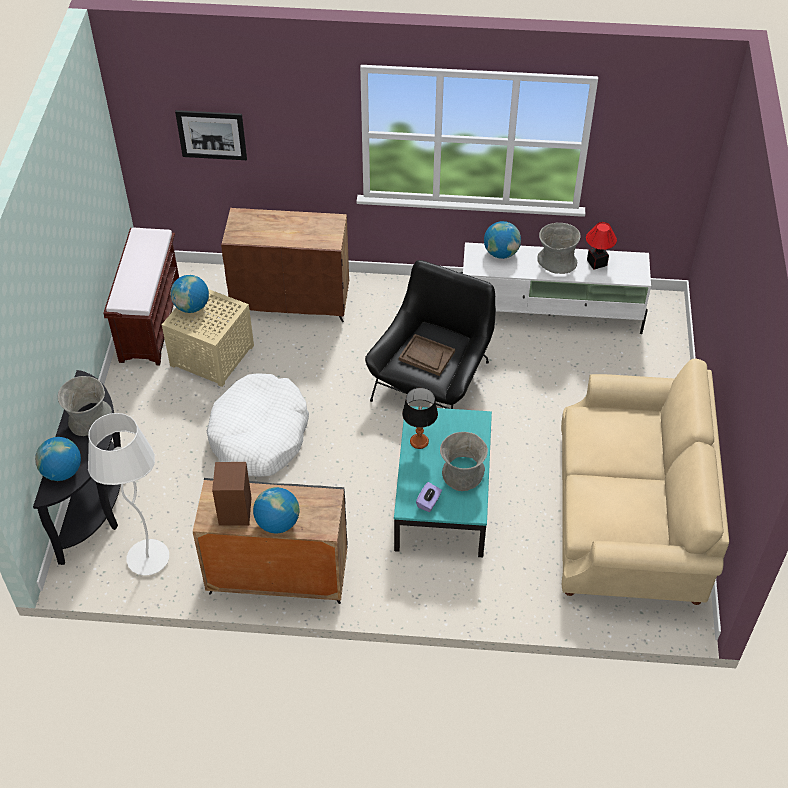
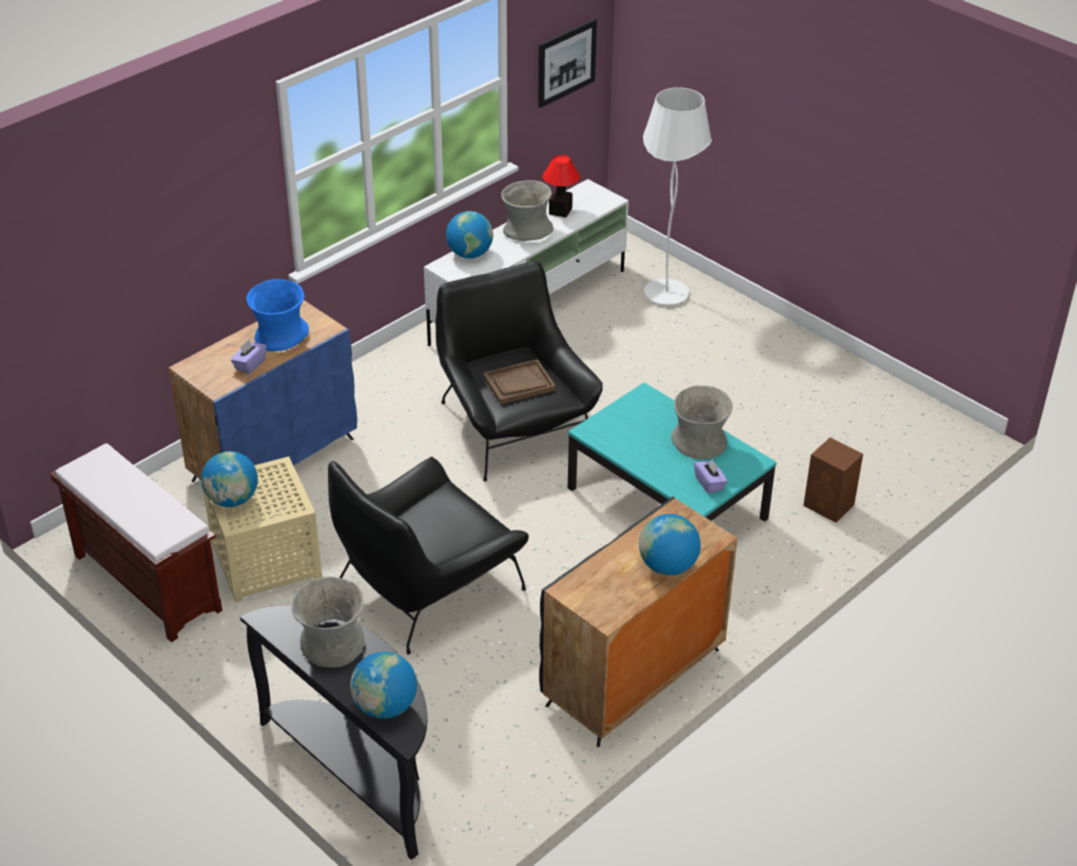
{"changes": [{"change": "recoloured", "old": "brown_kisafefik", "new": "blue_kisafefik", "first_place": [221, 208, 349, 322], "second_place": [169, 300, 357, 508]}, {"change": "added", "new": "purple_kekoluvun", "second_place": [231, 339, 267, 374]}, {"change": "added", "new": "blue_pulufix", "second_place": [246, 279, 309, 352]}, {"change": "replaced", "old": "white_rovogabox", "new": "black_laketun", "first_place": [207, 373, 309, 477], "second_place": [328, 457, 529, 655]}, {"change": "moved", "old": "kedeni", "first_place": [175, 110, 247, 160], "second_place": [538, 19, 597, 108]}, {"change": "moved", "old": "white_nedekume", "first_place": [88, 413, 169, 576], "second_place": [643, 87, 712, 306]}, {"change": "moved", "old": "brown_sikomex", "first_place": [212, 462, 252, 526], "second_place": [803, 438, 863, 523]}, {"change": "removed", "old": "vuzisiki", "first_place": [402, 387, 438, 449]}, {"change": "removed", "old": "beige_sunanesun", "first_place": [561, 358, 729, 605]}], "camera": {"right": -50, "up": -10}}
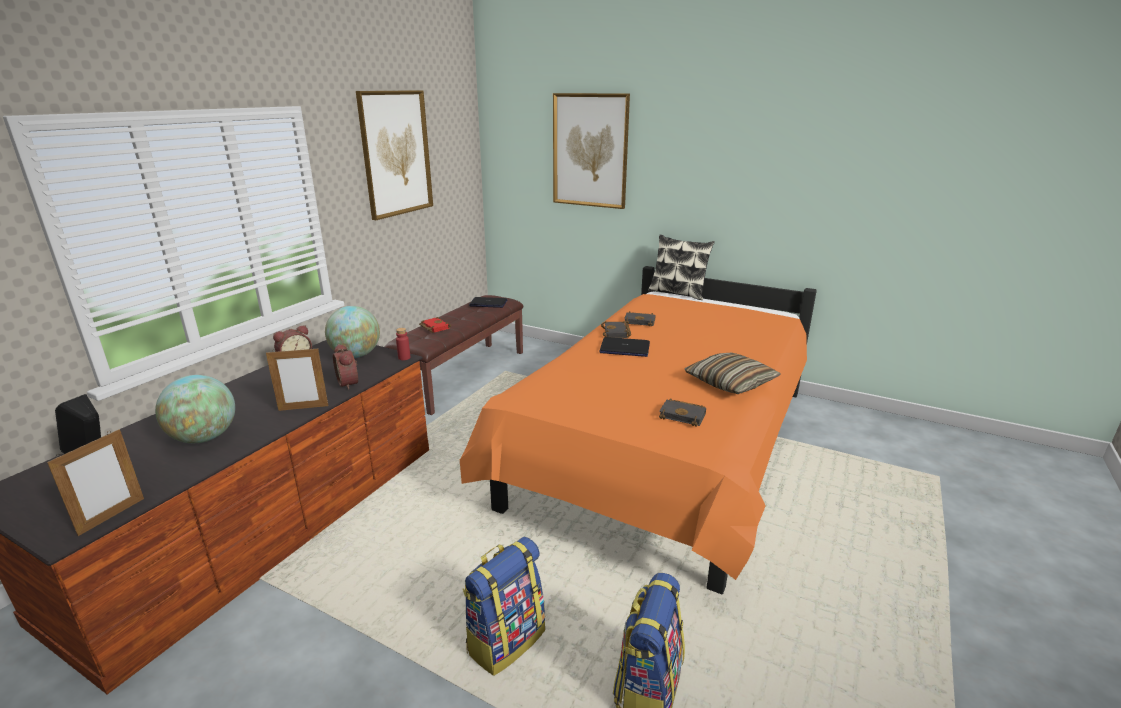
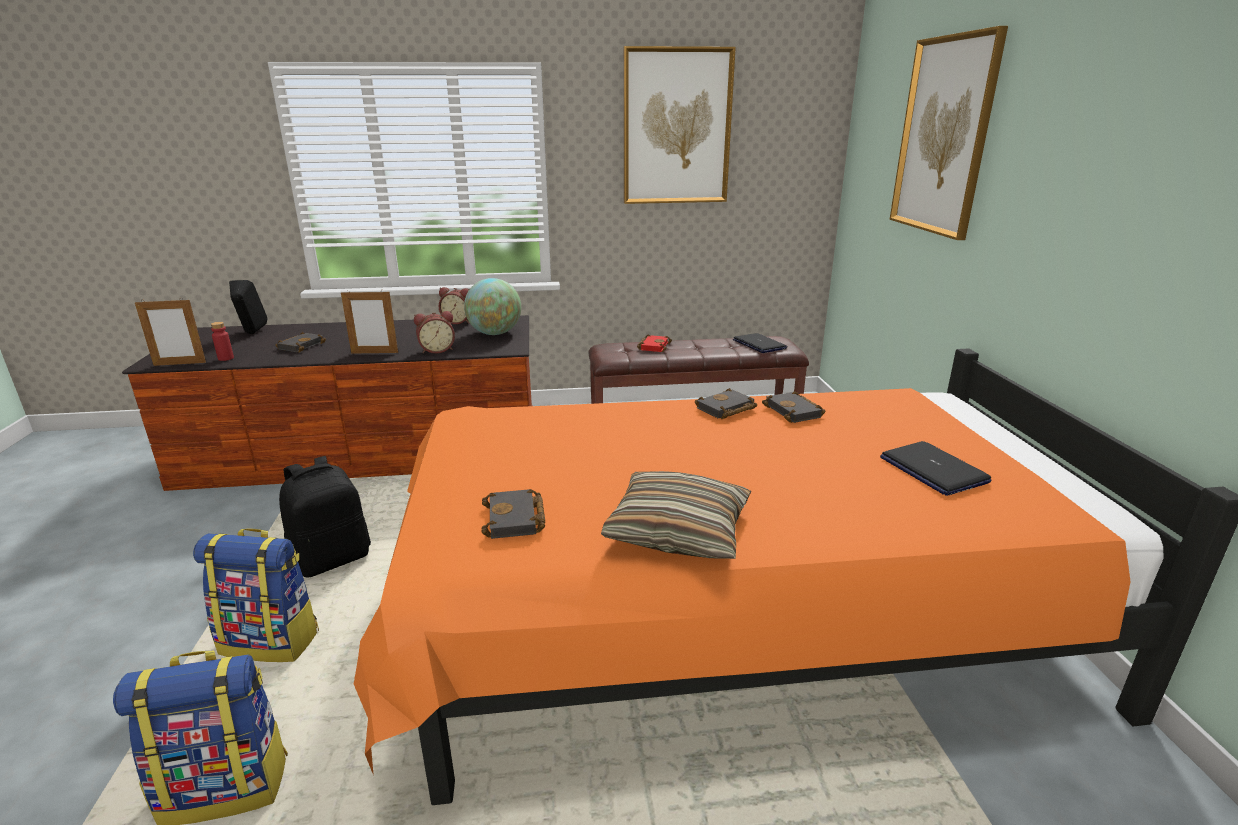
{"changes": [{"change": "moved", "old": "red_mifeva", "first_place": [396, 328, 410, 360], "second_place": [211, 322, 234, 361]}, {"change": "replaced", "old": "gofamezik", "new": "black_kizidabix", "first_place": [155, 375, 235, 443], "second_place": [275, 332, 326, 352]}, {"change": "added", "new": "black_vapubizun", "second_place": [279, 456, 371, 578]}, {"change": "turned", "old": "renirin", "first_place": [266, 347, 329, 411], "second_place": [341, 290, 398, 354], "degrees": -45}, {"change": "turned", "old": "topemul", "first_place": [333, 344, 358, 390], "second_place": [414, 311, 455, 354], "degrees": -135}, {"change": "moved", "old": "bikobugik", "first_place": [599, 337, 650, 357], "second_place": [880, 441, 992, 496]}, {"change": "removed", "old": "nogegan", "first_place": [648, 235, 715, 300]}], "camera": {"right": 55, "up": 0}}
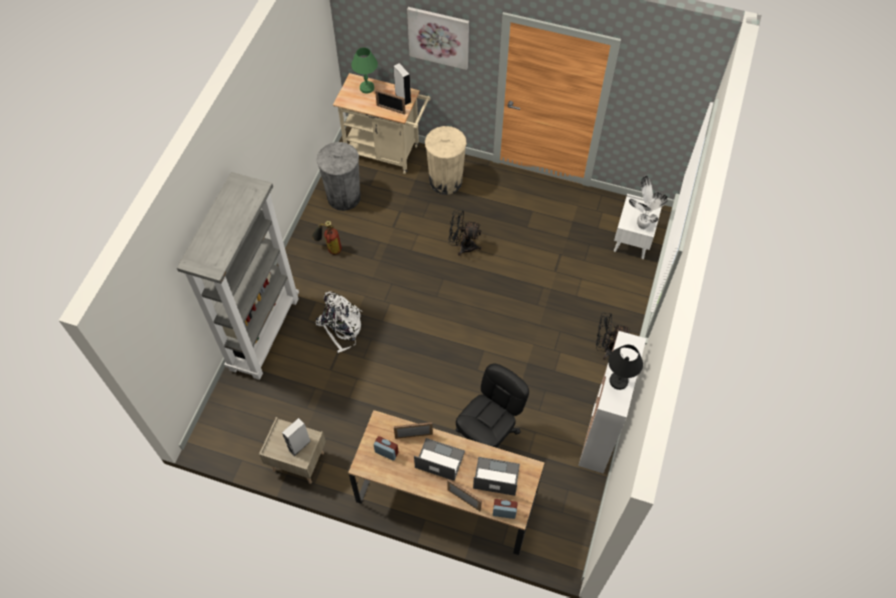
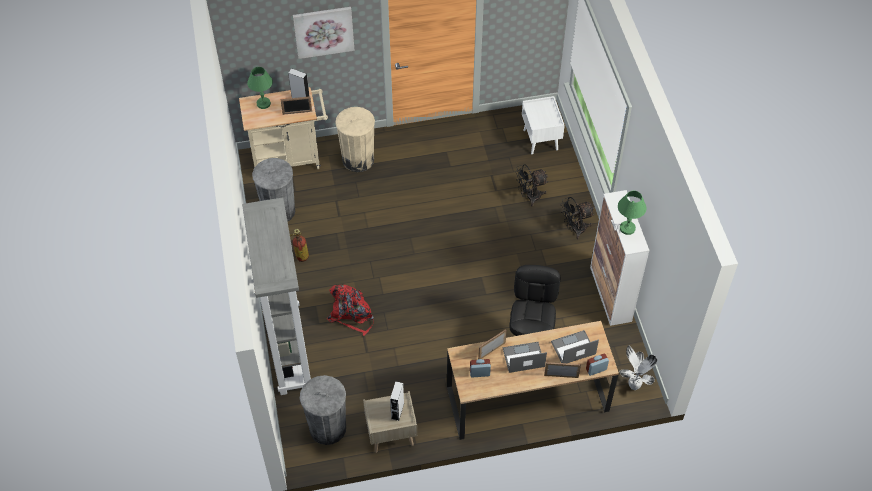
{"changes": [{"change": "added", "new": "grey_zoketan", "second_place": [300, 375, 346, 445]}, {"change": "recoloured", "old": "white_vapubizun", "new": "red_vapubizun", "first_place": [316, 291, 363, 353], "second_place": [327, 284, 374, 336]}, {"change": "moved", "old": "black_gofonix", "first_place": [448, 210, 482, 256], "second_place": [515, 164, 548, 206]}, {"change": "recoloured", "old": "black_vuzisiki", "new": "green_vuzisiki", "first_place": [608, 344, 643, 390], "second_place": [618, 191, 646, 235]}, {"change": "moved", "old": "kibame", "first_place": [629, 175, 668, 229], "second_place": [619, 345, 657, 390]}], "camera": {"right": -30, "up": -5}}
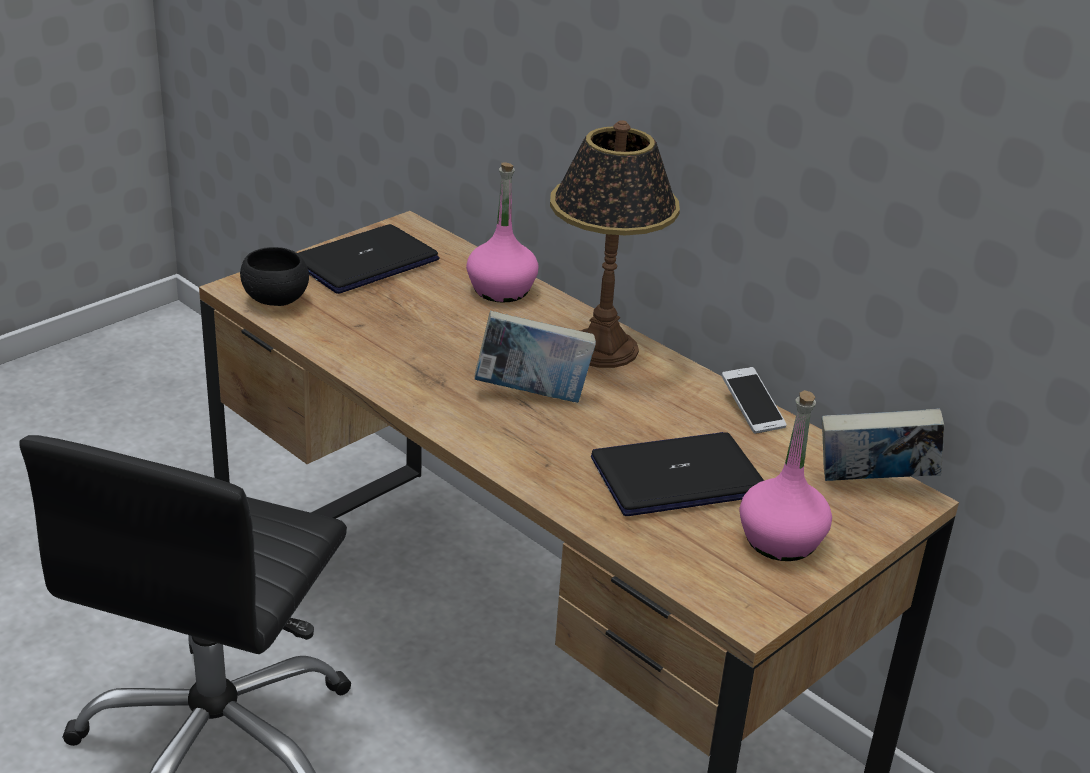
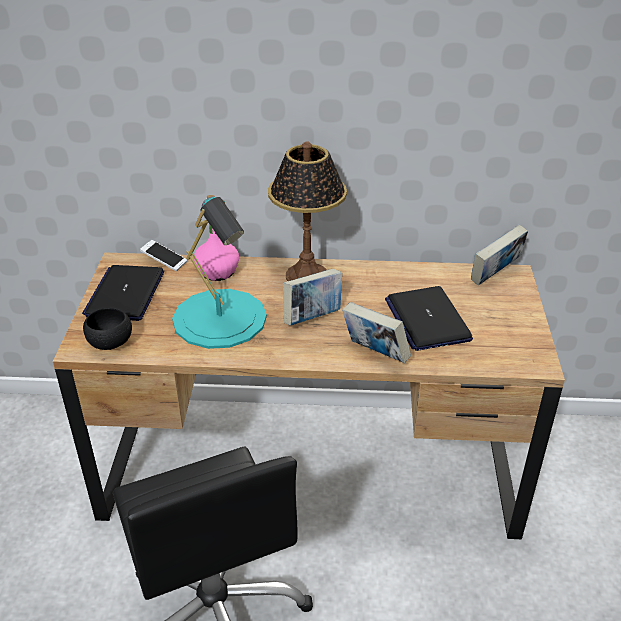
{"changes": [{"change": "moved", "old": "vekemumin", "first_place": [721, 367, 787, 434], "second_place": [140, 240, 187, 271]}, {"change": "added", "new": "turquoise_vuzisiki", "second_place": [172, 196, 267, 349]}, {"change": "added", "new": "kizidabix", "second_place": [342, 302, 411, 363]}, {"change": "turned", "old": "bikobugik", "first_place": [591, 432, 764, 516], "second_place": [385, 286, 473, 351], "degrees": -45}, {"change": "removed", "old": "pink_mifeva", "first_place": [739, 390, 832, 561]}], "camera": {"right": -40, "up": 5}}
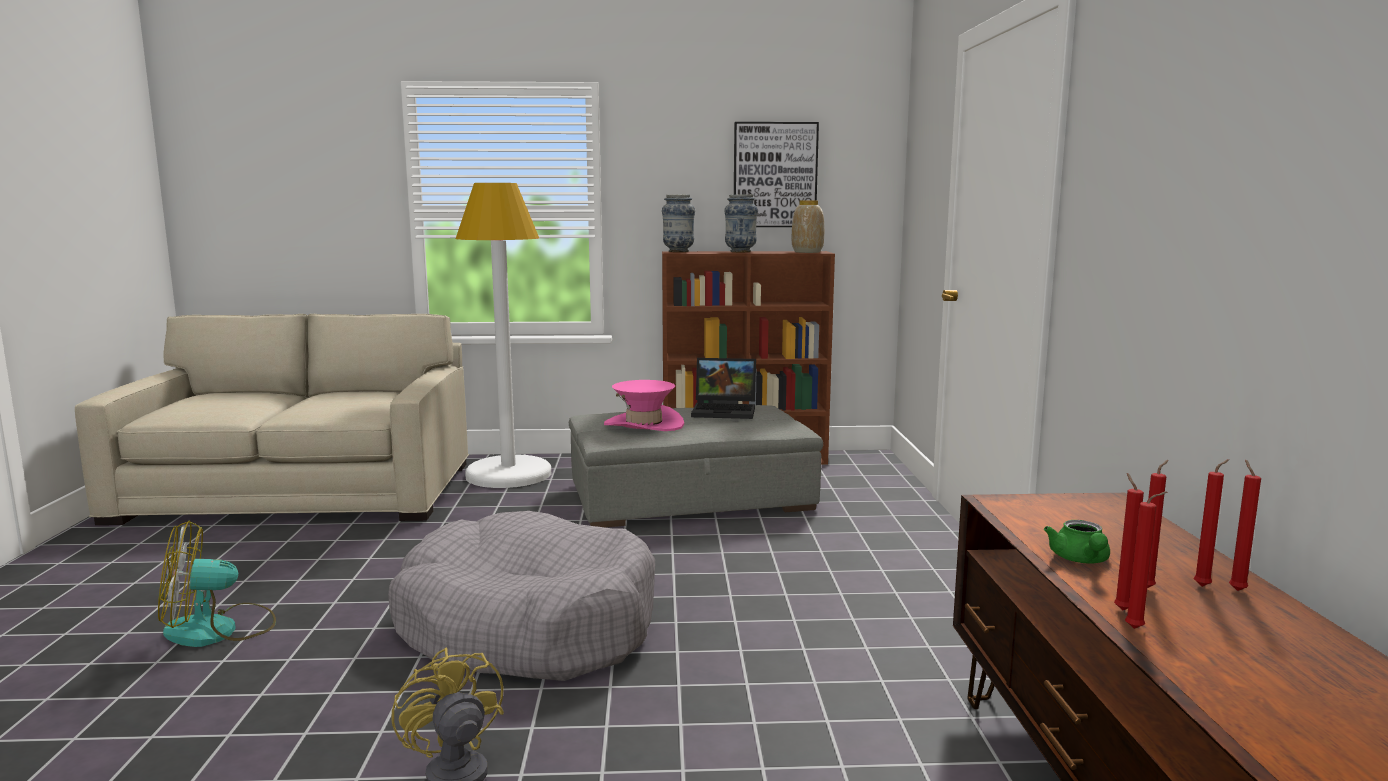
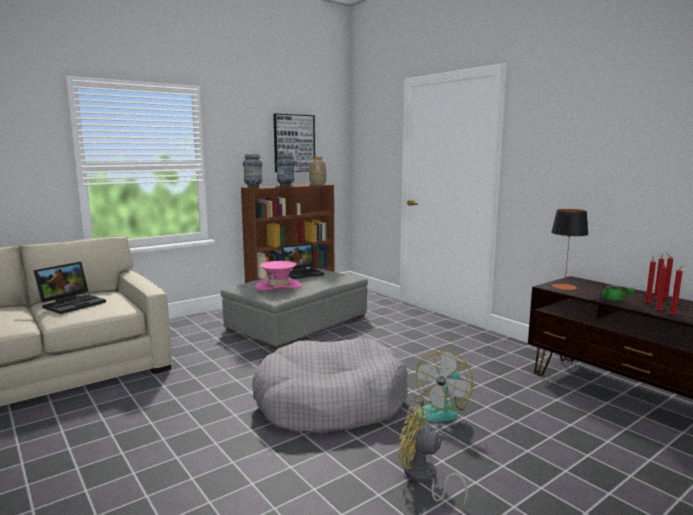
{"changes": [{"change": "added", "new": "bikobugik", "second_place": [33, 262, 106, 314]}, {"change": "moved", "old": "gofonix", "first_place": [158, 520, 276, 647], "second_place": [414, 349, 473, 422]}, {"change": "added", "new": "vuzisiki", "second_place": [551, 209, 589, 290]}, {"change": "removed", "old": "white_nedekume", "first_place": [456, 183, 551, 488]}], "camera": {"right": -35, "up": 0}}
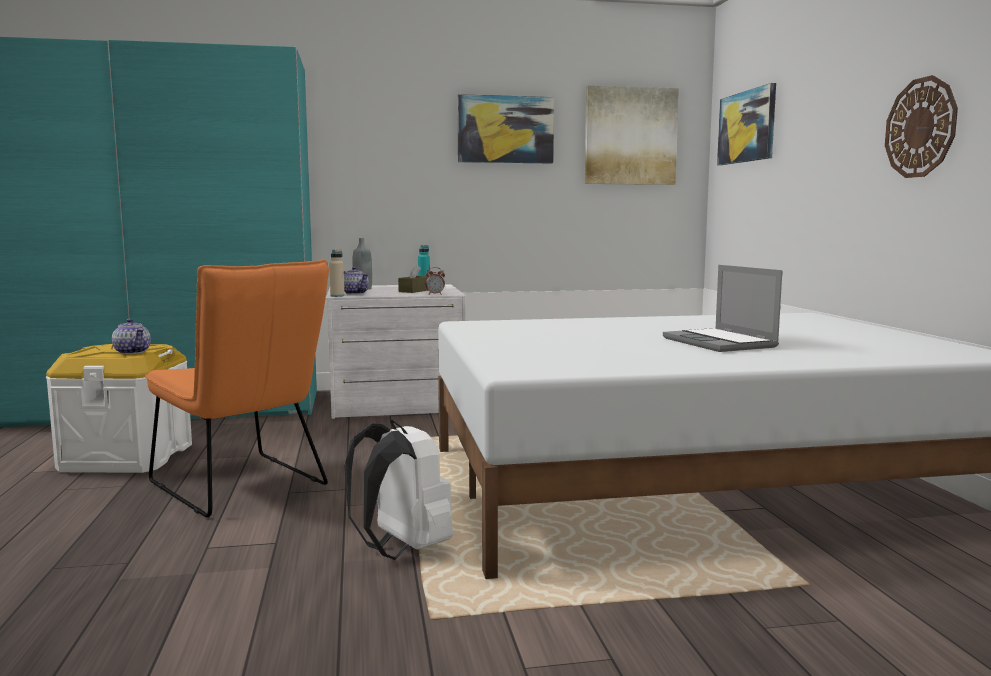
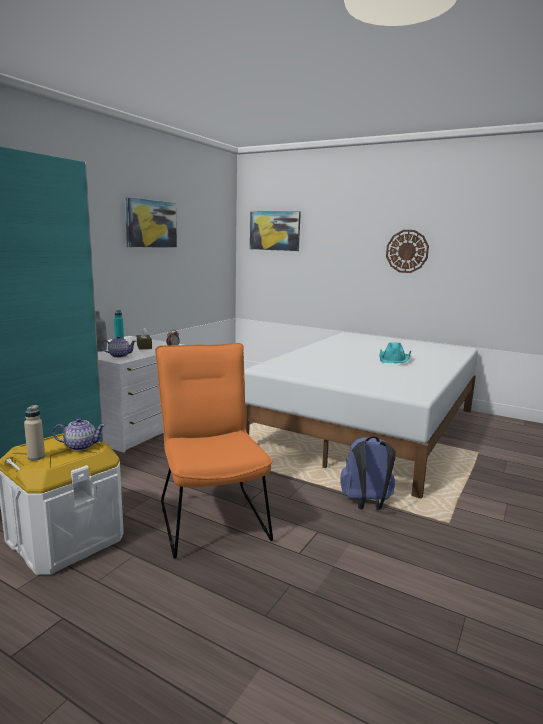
{"changes": [{"change": "moved", "old": "beige_mifeva", "first_place": [329, 249, 345, 297], "second_place": [24, 405, 45, 460]}, {"change": "turned", "old": "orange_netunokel", "first_place": [145, 259, 329, 517], "second_place": [155, 343, 273, 559], "degrees": -105}, {"change": "recoloured", "old": "white_vapubizun", "new": "blue_vapubizun", "first_place": [344, 420, 453, 560], "second_place": [340, 436, 396, 510]}, {"change": "replaced", "old": "bikobugik", "new": "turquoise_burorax", "first_place": [663, 265, 782, 352], "second_place": [380, 342, 411, 363]}, {"change": "removed", "old": "kedeni", "first_place": [585, 85, 679, 185]}], "camera": {"right": -50, "up": 5}}
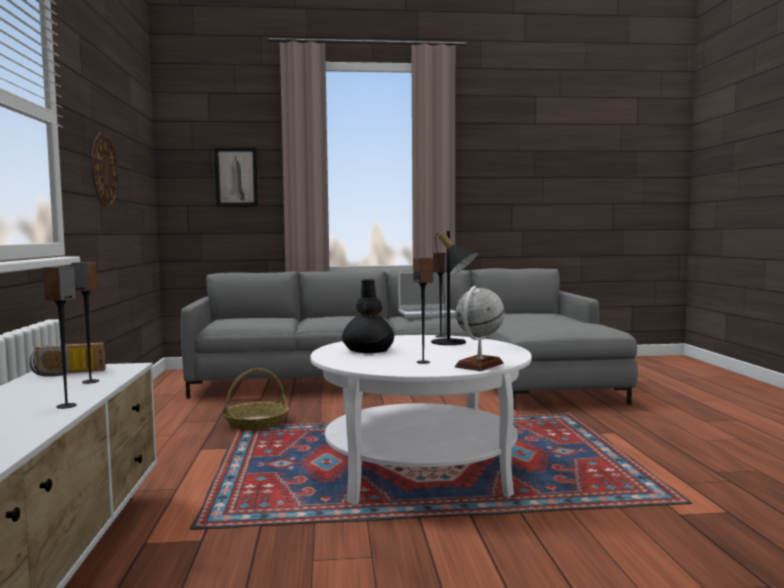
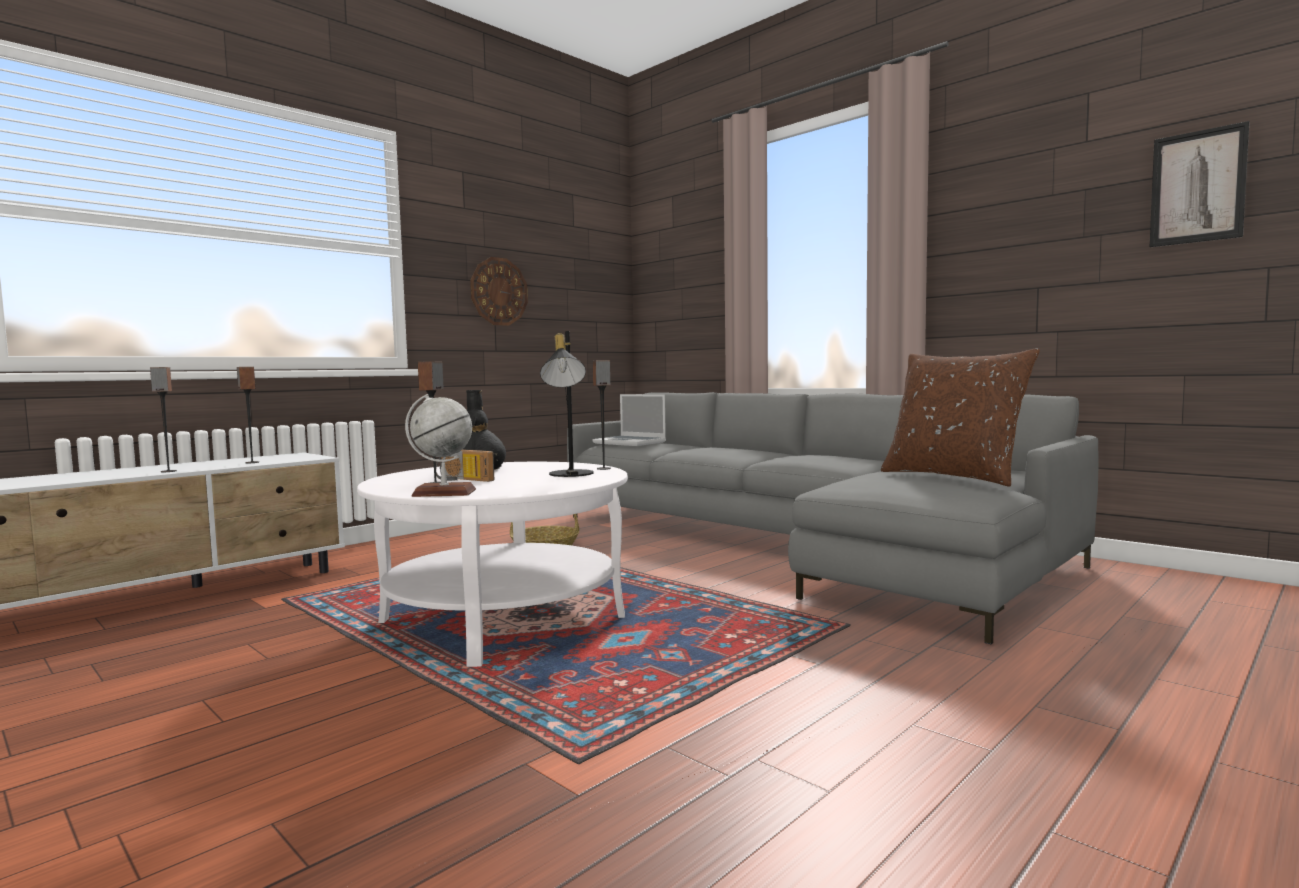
{"changes": [{"change": "moved", "old": "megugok", "first_place": [30, 342, 106, 377], "second_place": [436, 450, 494, 482]}, {"change": "moved", "old": "bikobugik", "first_place": [398, 272, 456, 318], "second_place": [593, 394, 666, 446]}, {"change": "added", "new": "brown_nogegan", "second_place": [881, 349, 1040, 486]}, {"change": "moved", "old": "kedeni", "first_place": [214, 147, 258, 207], "second_place": [1150, 121, 1249, 247]}], "camera": {"right": 50, "up": 0}}
